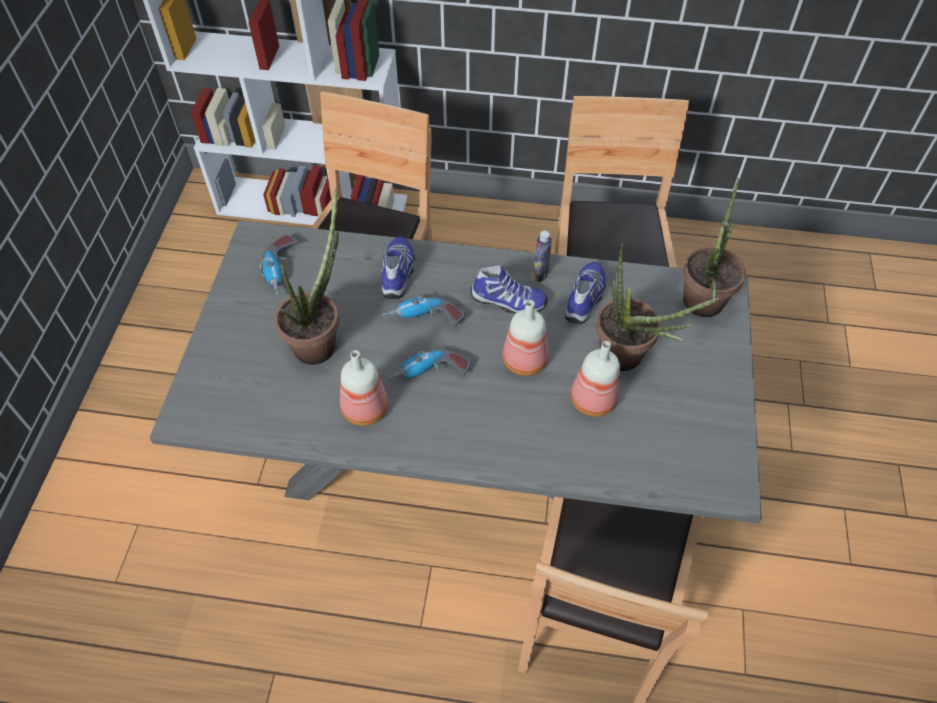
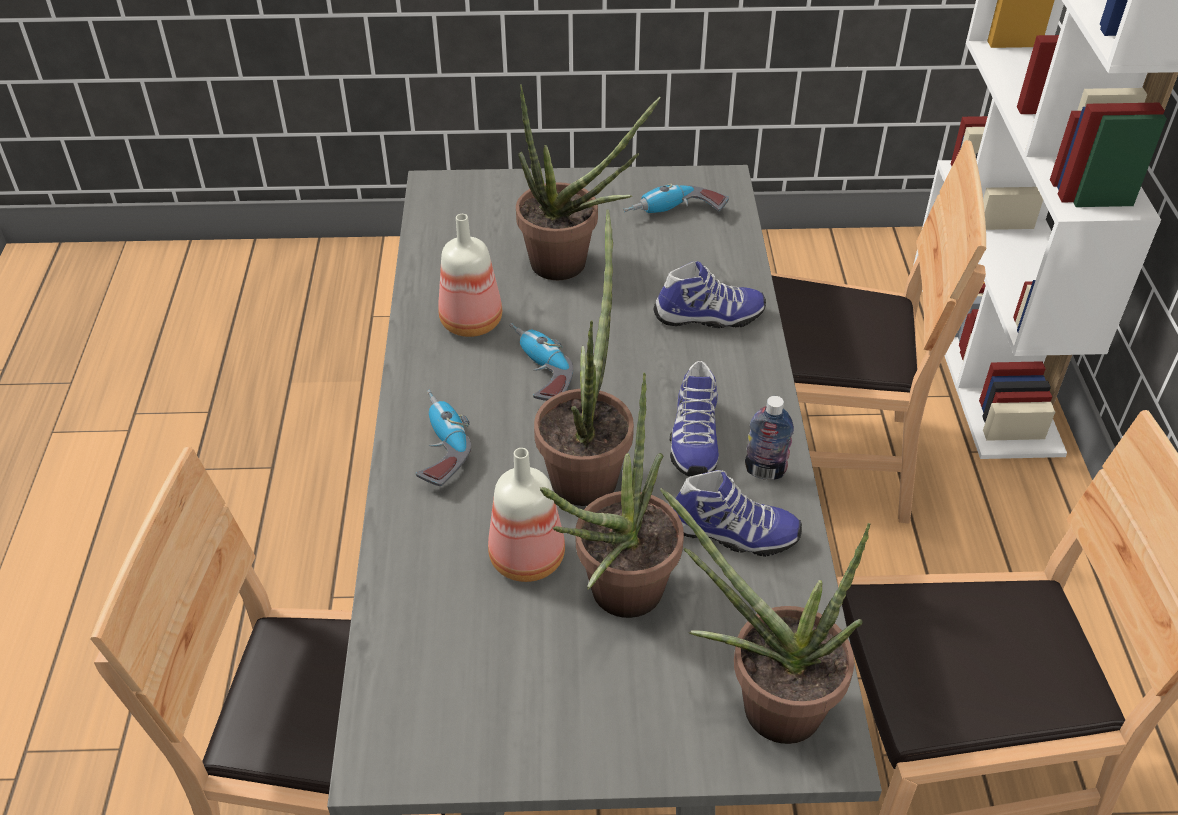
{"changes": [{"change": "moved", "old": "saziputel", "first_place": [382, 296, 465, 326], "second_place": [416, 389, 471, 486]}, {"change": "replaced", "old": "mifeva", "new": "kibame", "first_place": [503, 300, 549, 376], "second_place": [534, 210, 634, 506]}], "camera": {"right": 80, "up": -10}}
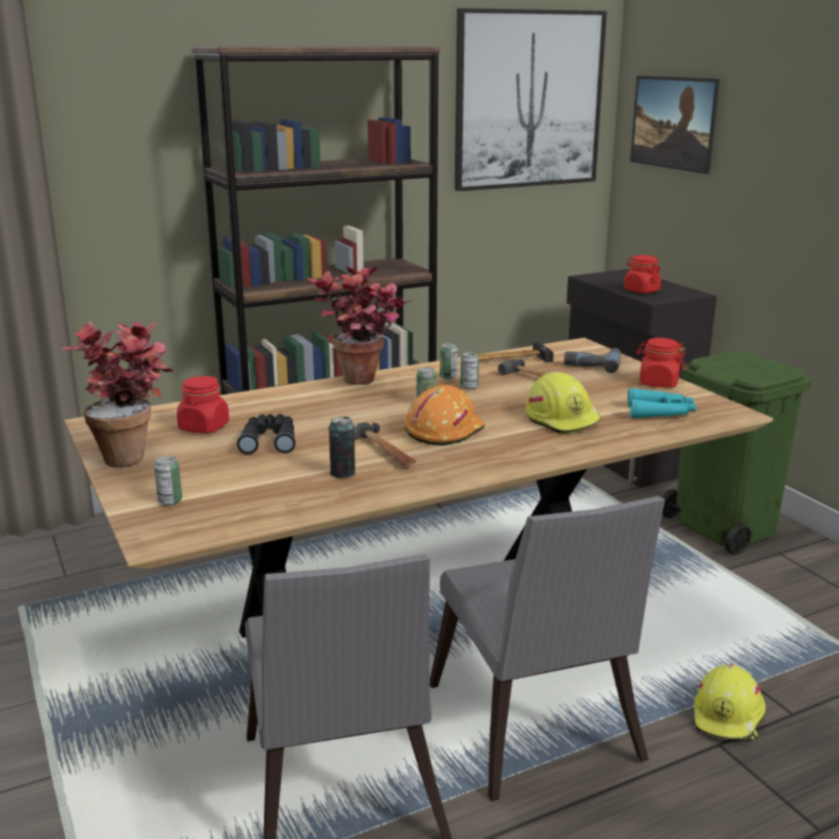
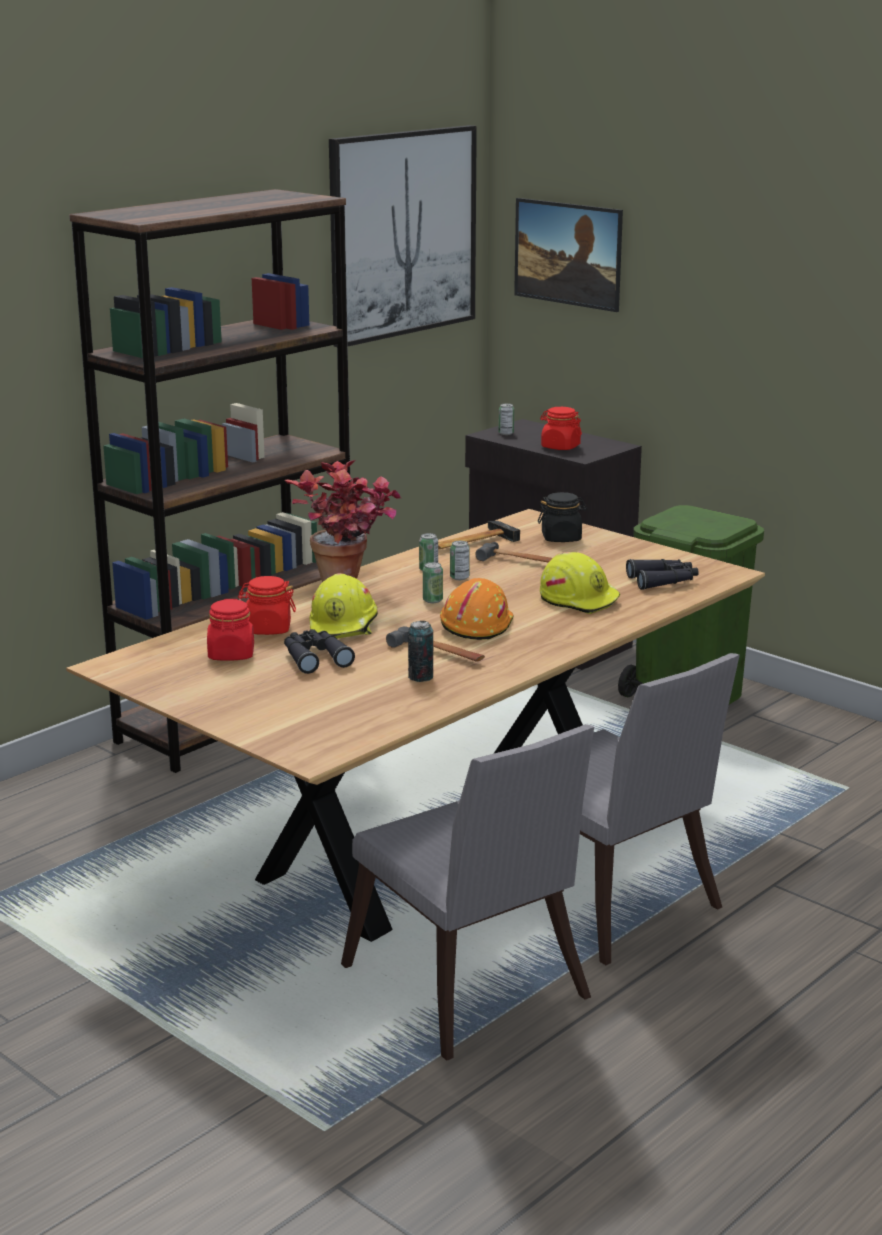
{"changes": [{"change": "moved", "old": "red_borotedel", "first_place": [636, 338, 685, 387], "second_place": [238, 576, 296, 635]}, {"change": "moved", "old": "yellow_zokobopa", "first_place": [694, 664, 766, 739], "second_place": [309, 573, 378, 639]}, {"change": "moved", "old": "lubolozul", "first_place": [154, 456, 182, 505], "second_place": [498, 403, 514, 435]}, {"change": "replaced", "old": "saziputel", "new": "black_borotedel", "first_place": [564, 348, 621, 373], "second_place": [538, 492, 587, 542]}, {"change": "recoloured", "old": "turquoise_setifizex", "new": "black_setifizex", "first_place": [628, 388, 696, 419], "second_place": [626, 559, 699, 590]}, {"change": "removed", "old": "kibame", "first_place": [61, 321, 175, 467]}], "camera": {"right": -20, "up": 0}}
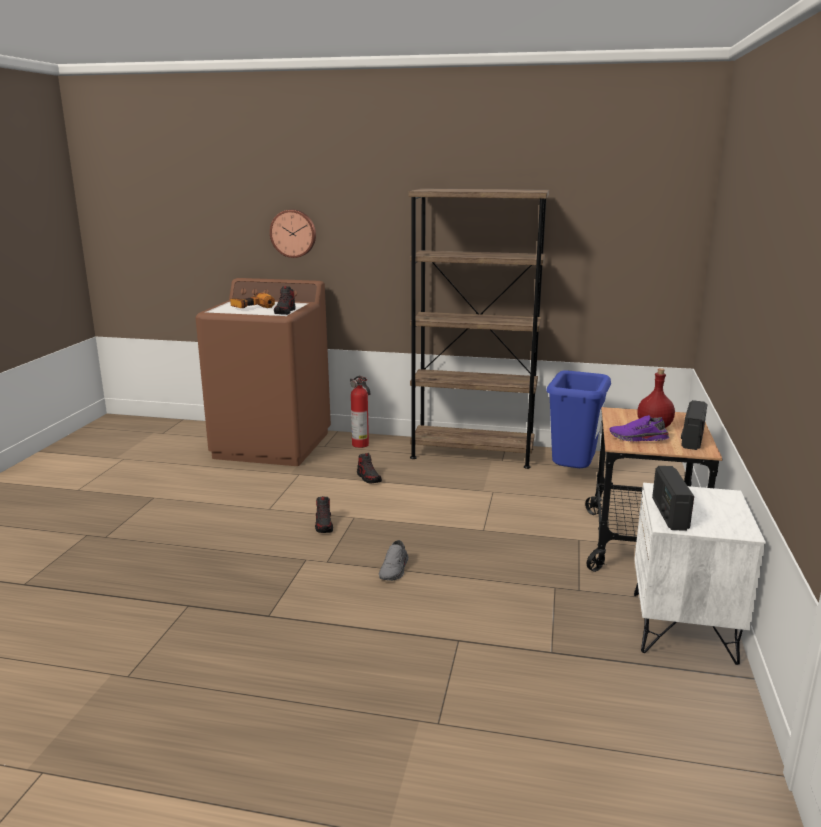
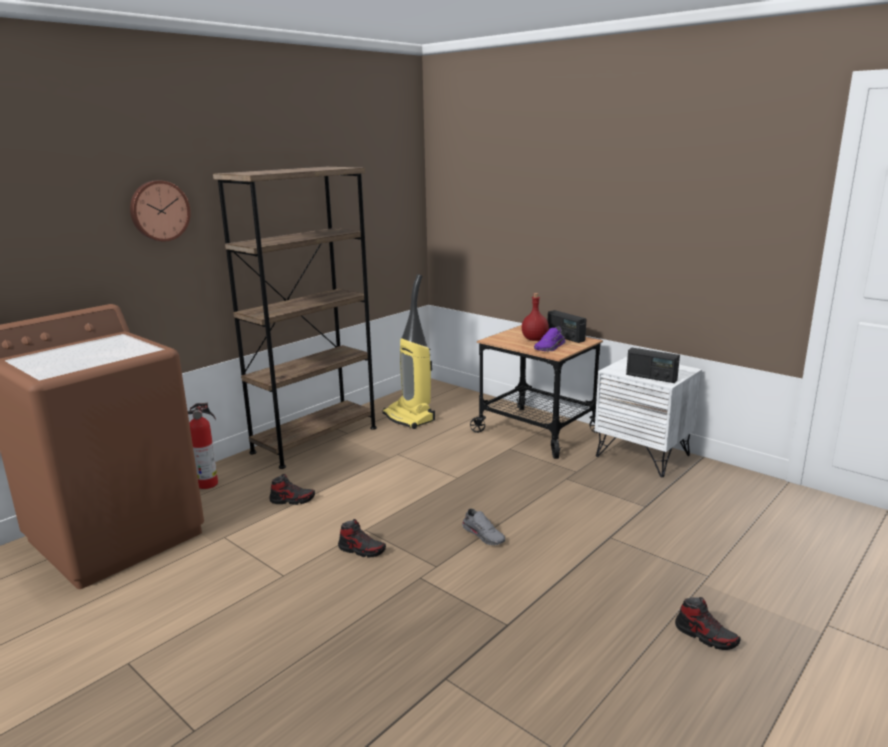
{"changes": [{"change": "moved", "old": "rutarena", "first_place": [270, 209, 316, 258], "second_place": [130, 180, 191, 242]}, {"change": "replaced", "old": "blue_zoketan", "new": "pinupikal", "first_place": [546, 370, 611, 468], "second_place": [382, 274, 435, 429]}, {"change": "moved", "old": "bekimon", "first_place": [274, 286, 296, 315], "second_place": [675, 597, 740, 650]}, {"change": "removed", "old": "saziputel", "first_place": [230, 292, 275, 308]}], "camera": {"right": -60, "up": 0}}
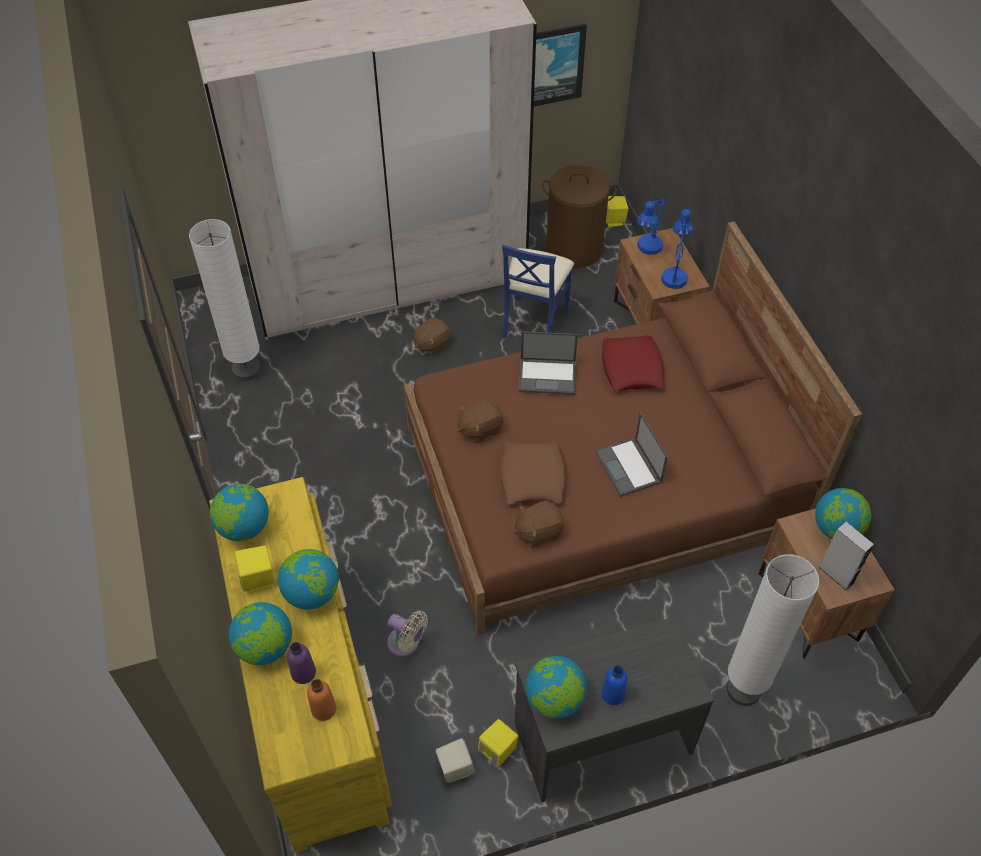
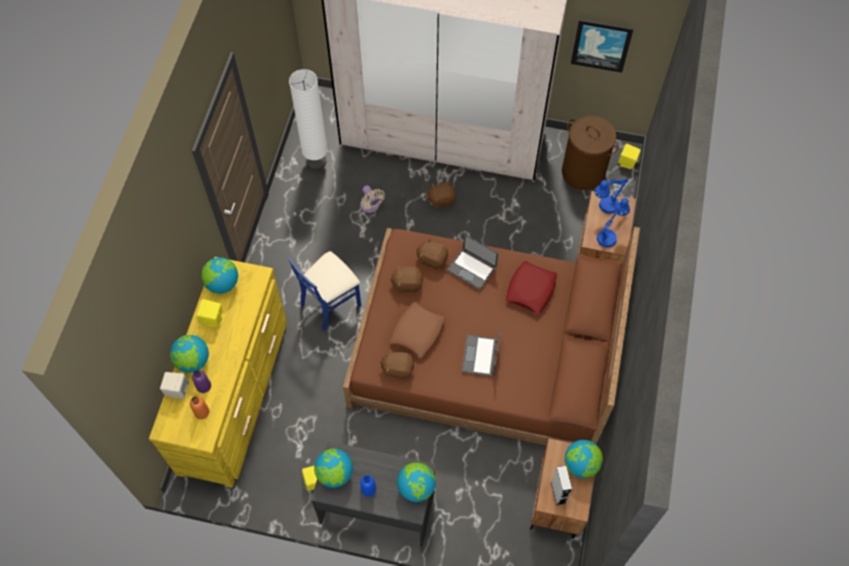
{"changes": [{"change": "moved", "old": "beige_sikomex", "first_place": [436, 738, 474, 783], "second_place": [160, 372, 189, 399]}, {"change": "moved", "old": "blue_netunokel", "first_place": [502, 245, 574, 339], "second_place": [288, 251, 361, 331]}, {"change": "moved", "old": "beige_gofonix", "first_place": [387, 611, 428, 657], "second_place": [360, 185, 385, 213]}, {"change": "moved", "old": "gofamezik", "first_place": [278, 549, 339, 610], "second_place": [397, 462, 436, 502]}, {"change": "added", "new": "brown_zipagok", "second_place": [416, 238, 448, 270]}, {"change": "removed", "old": "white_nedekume", "first_place": [727, 554, 819, 706]}], "camera": {"right": 30, "up": 10}}
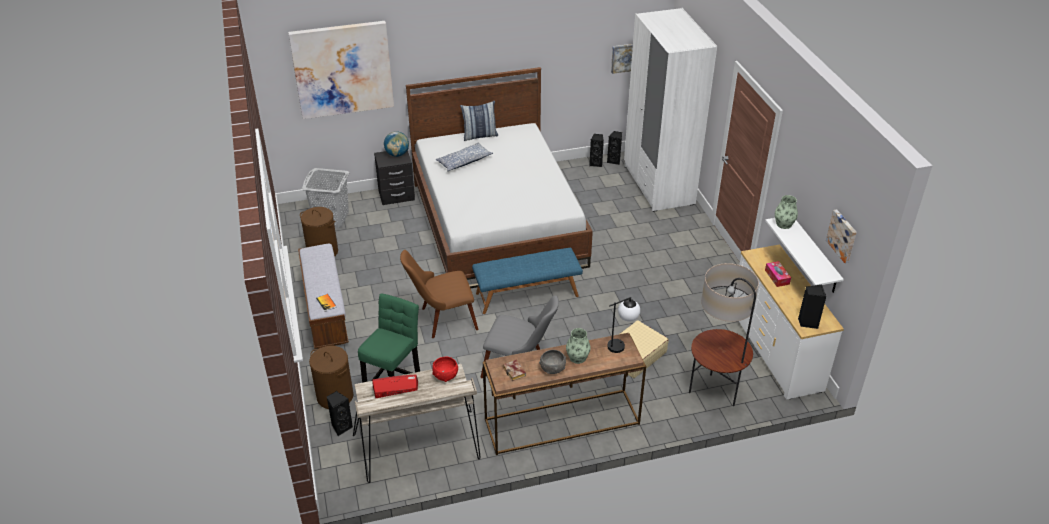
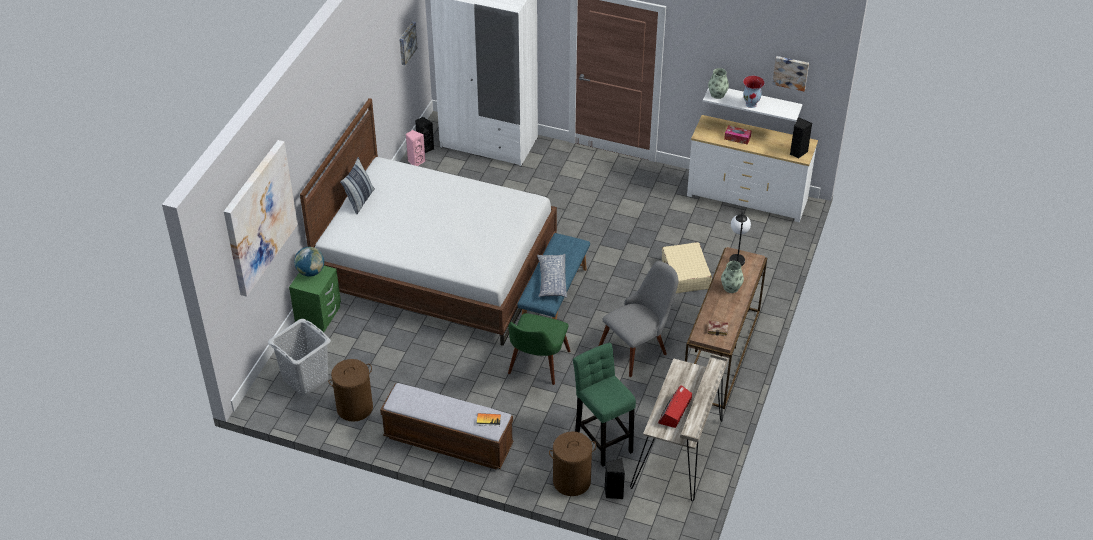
{"changes": [{"change": "recoloured", "old": "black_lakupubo", "new": "green_lakupubo", "first_place": [374, 150, 415, 205], "second_place": [289, 266, 341, 332]}, {"change": "recoloured", "old": "black_sikomex", "new": "pink_sikomex", "first_place": [589, 134, 604, 167], "second_place": [406, 130, 426, 166]}, {"change": "recoloured", "old": "brown_netunokel", "new": "green_netunokel", "first_place": [400, 250, 478, 338], "second_place": [508, 313, 570, 385]}, {"change": "moved", "old": "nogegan", "first_place": [436, 143, 493, 171], "second_place": [537, 254, 567, 298]}, {"change": "added", "new": "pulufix", "second_place": [743, 76, 765, 108]}, {"change": "removed", "old": "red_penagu", "first_place": [432, 356, 458, 382]}, {"change": "removed", "old": "grey_penagu", "first_place": [539, 350, 566, 374]}, {"change": "removed", "old": "nedekume", "first_place": [689, 263, 759, 406]}], "camera": {"right": -55, "up": 5}}
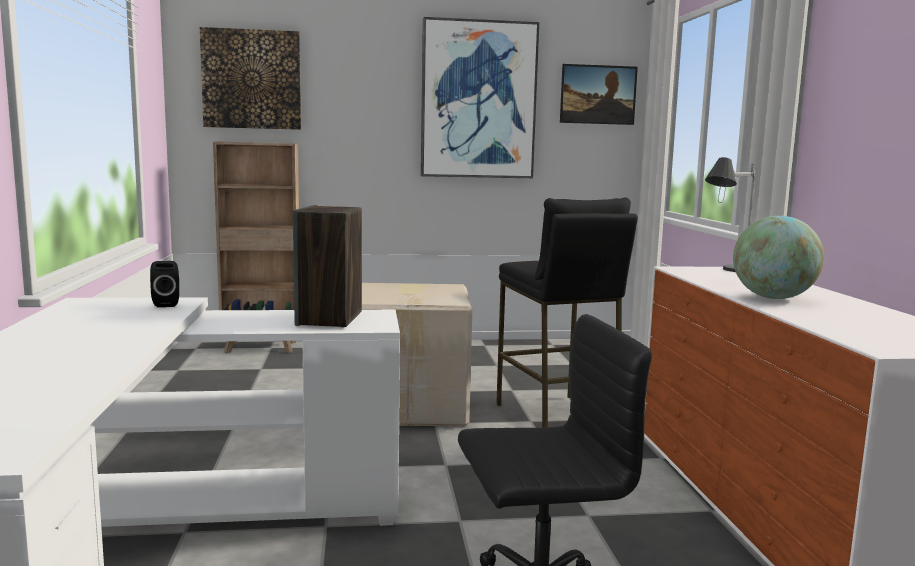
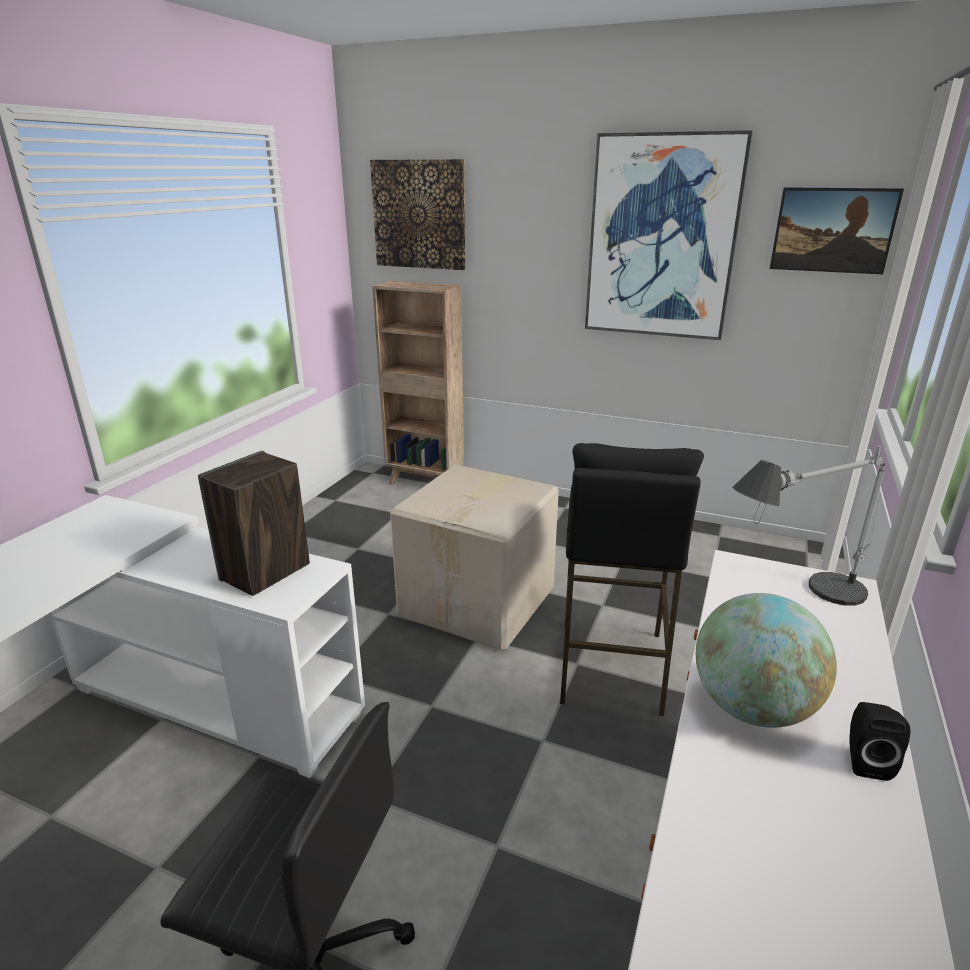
{"changes": [{"change": "moved", "old": "black_sikomex", "first_place": [150, 261, 179, 307], "second_place": [849, 702, 910, 781]}], "camera": {"right": 30, "up": 15}}
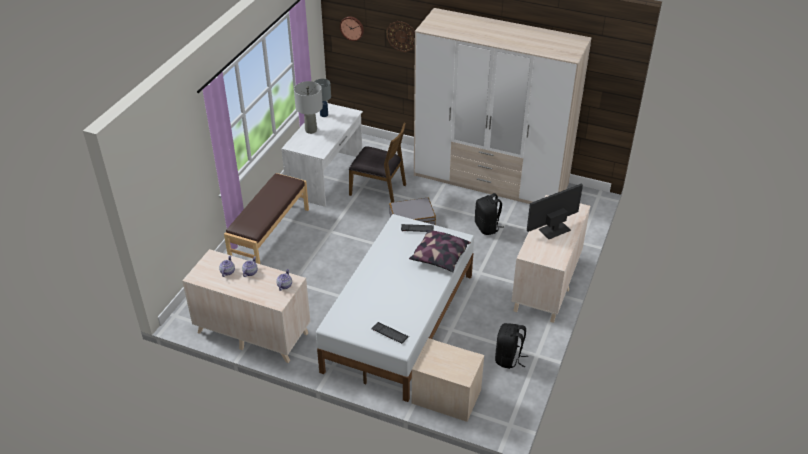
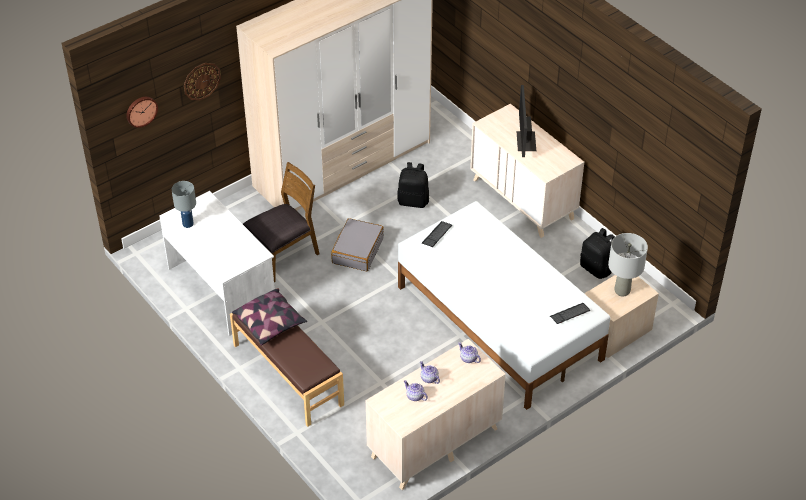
{"changes": [{"change": "moved", "old": "nogegan", "first_place": [409, 230, 471, 272], "second_place": [232, 288, 307, 346]}, {"change": "moved", "old": "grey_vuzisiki", "first_place": [294, 81, 323, 134], "second_place": [608, 233, 648, 297]}], "camera": {"right": -60, "up": 5}}
